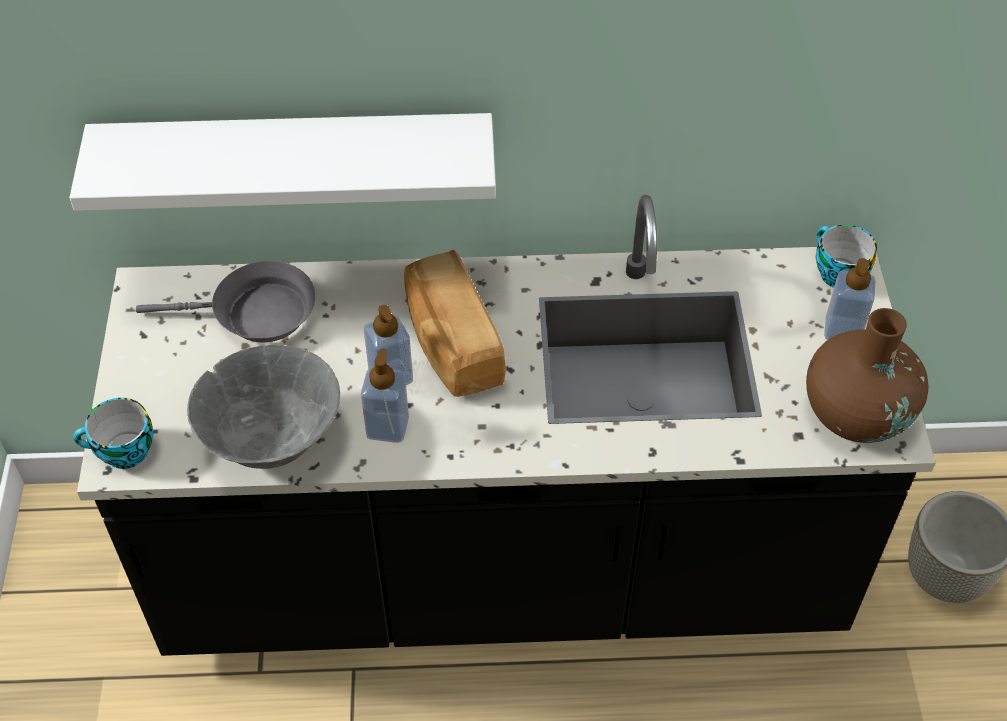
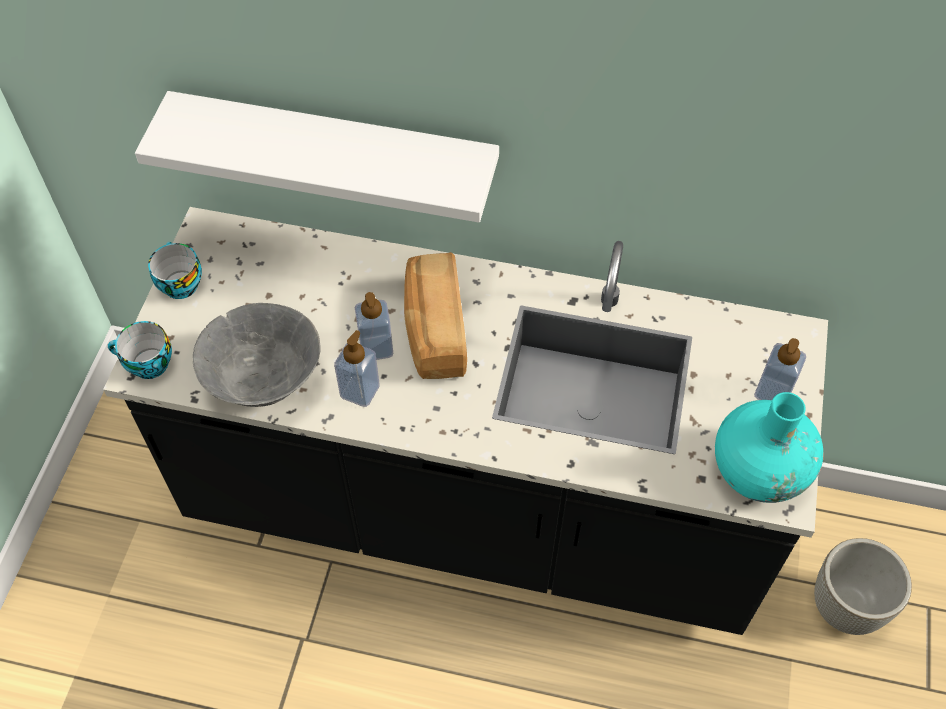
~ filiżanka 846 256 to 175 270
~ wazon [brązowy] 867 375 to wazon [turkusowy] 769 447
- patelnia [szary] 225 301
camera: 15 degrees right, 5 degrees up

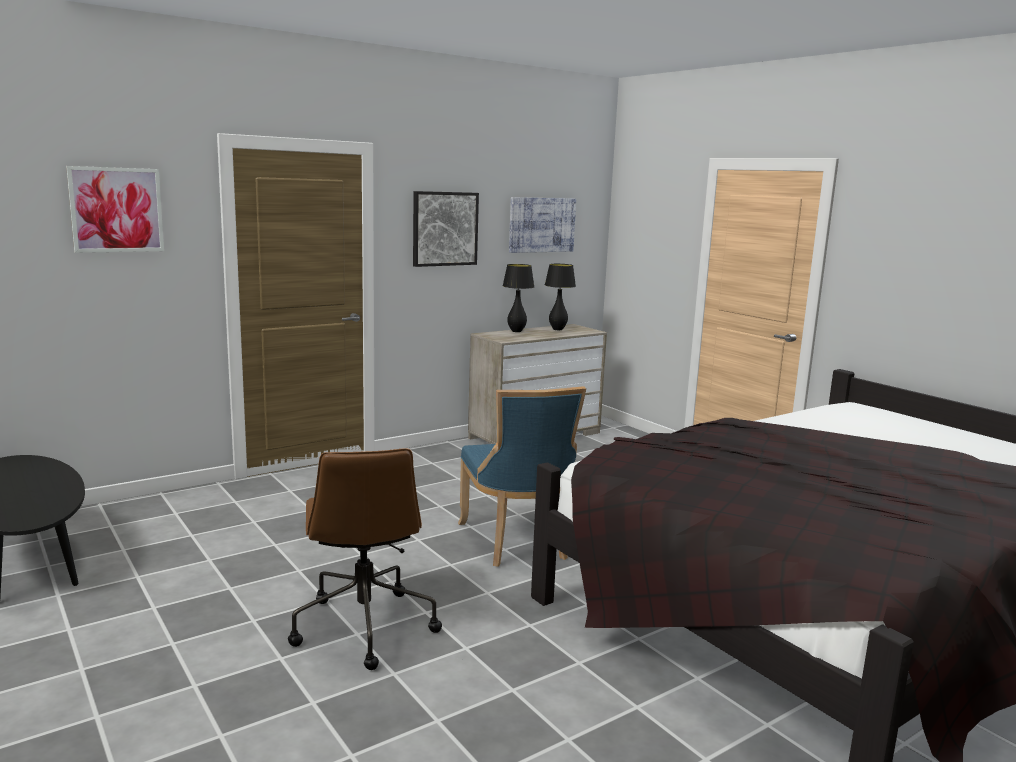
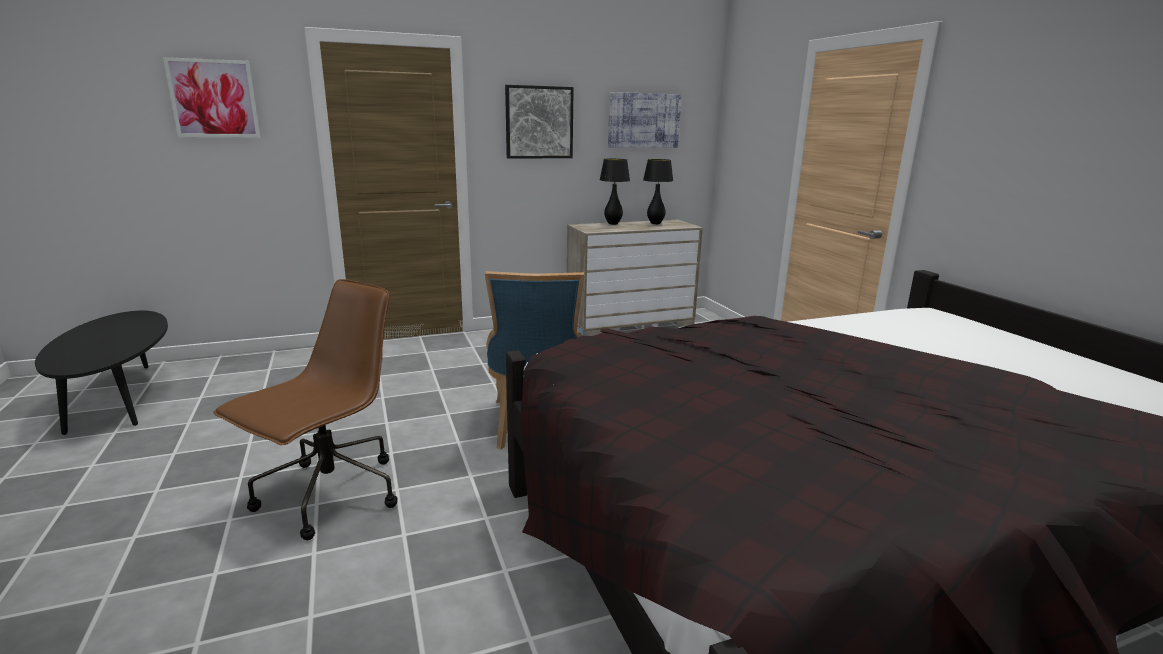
~ krzesło biurowe [brązowy] 365 559 = 305 409 150 degrees counterclockwise
camera: 15 degrees right, 5 degrees up

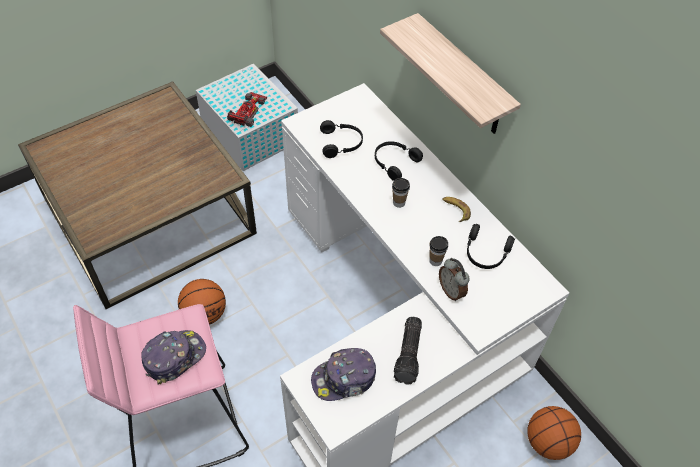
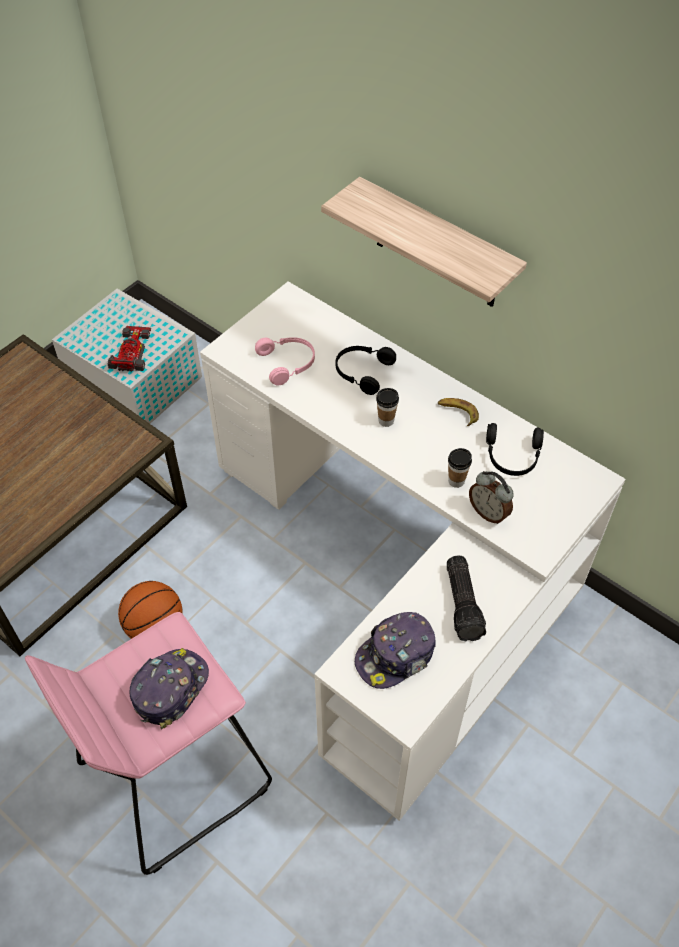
~ słuchawki [czarny] 341 139 to słuchawki [różowy] 285 361
- piłka do koszykówki 554 433
camera: 15 degrees left, 0 degrees up

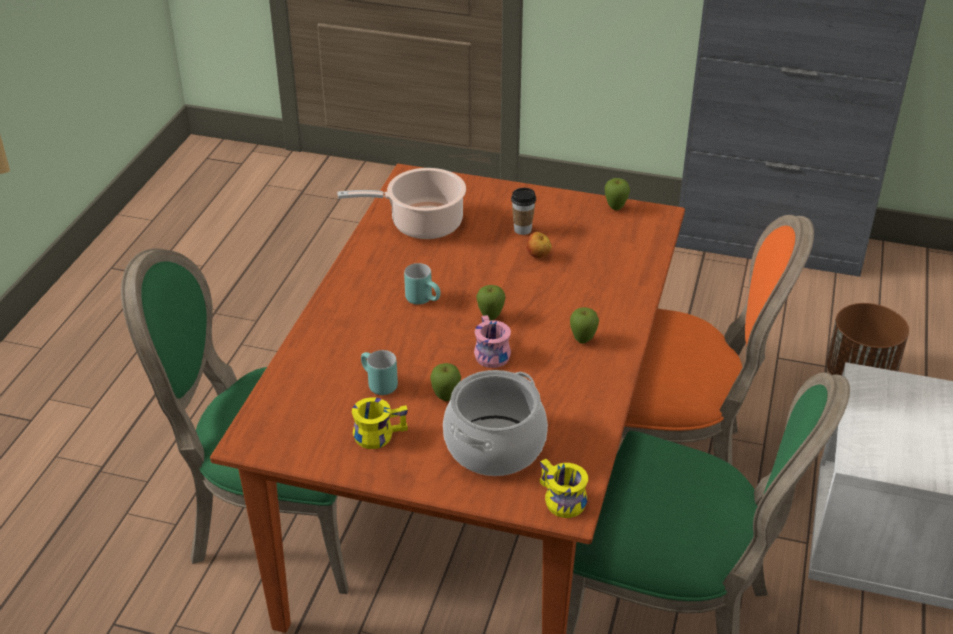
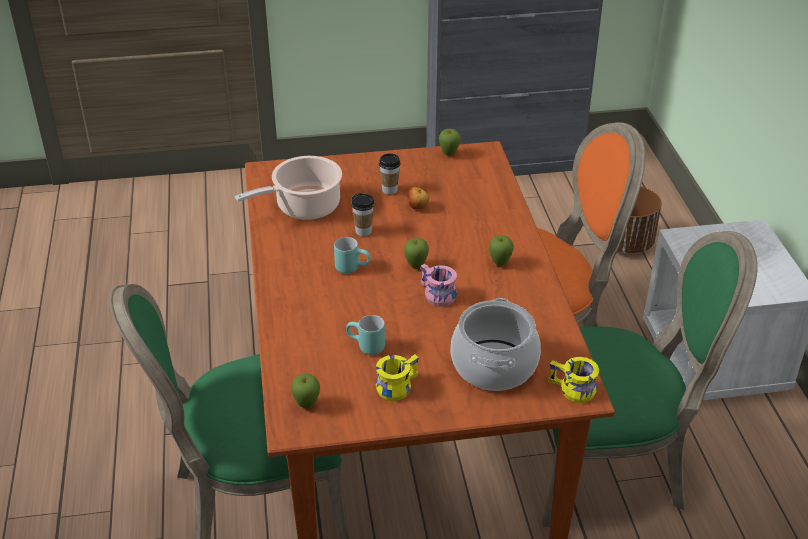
~ jabłko 445 382 to 305 391
+ filiżanka 362 214
camera: 25 degrees left, 0 degrees up

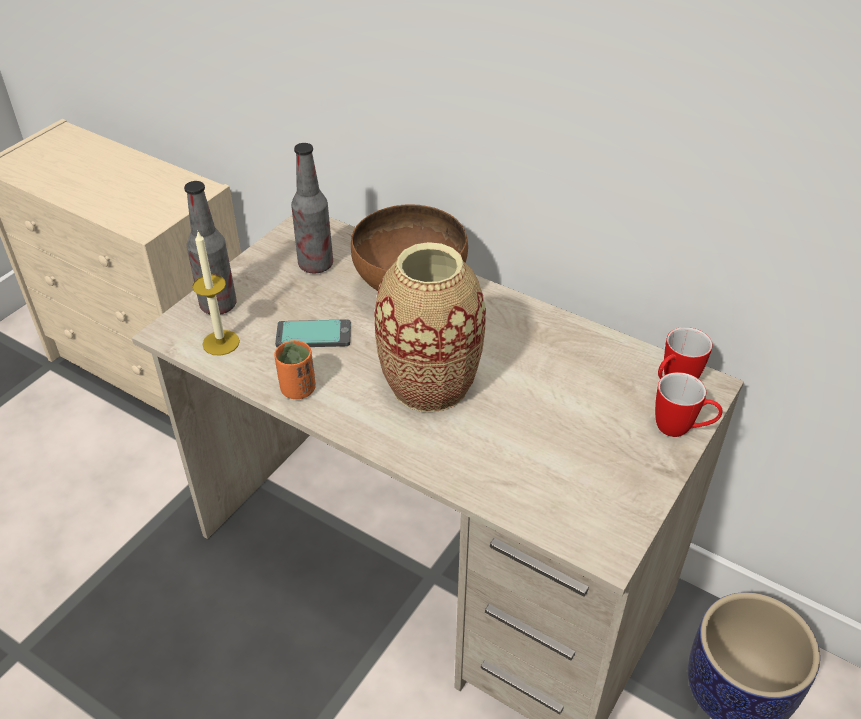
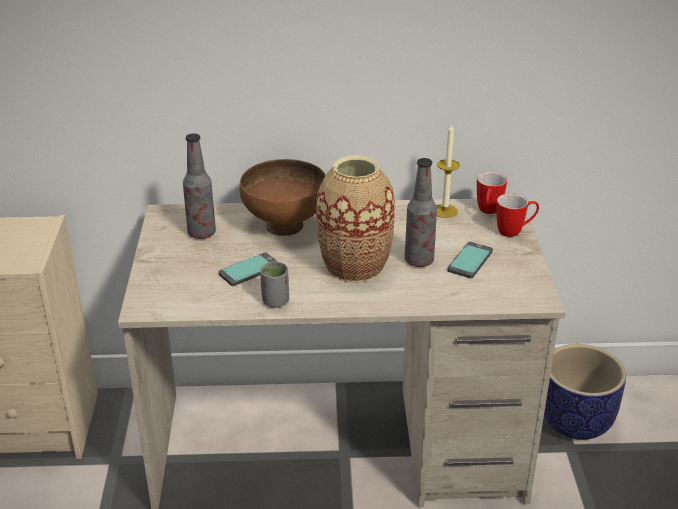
~ filiżanka [pomarańczowy] 295 369 to filiżanka [szary] 274 285
~ butelka 210 248 to 421 212
~ świeca 216 293 to 448 170
+ telefon 470 260
camera: 35 degrees left, 10 degrees down

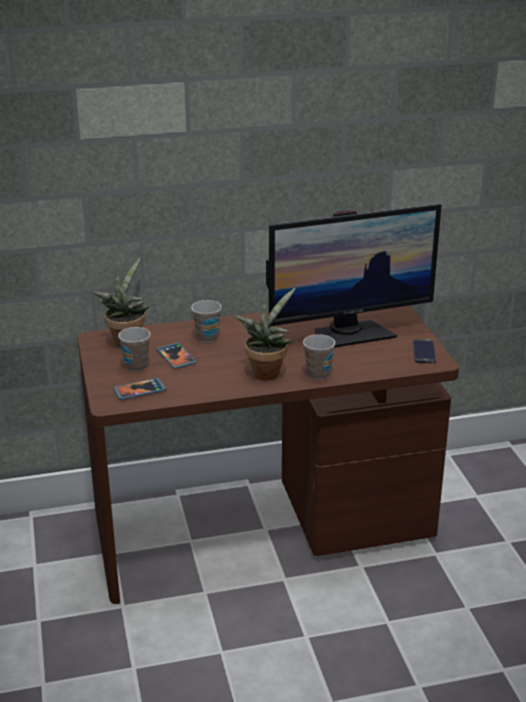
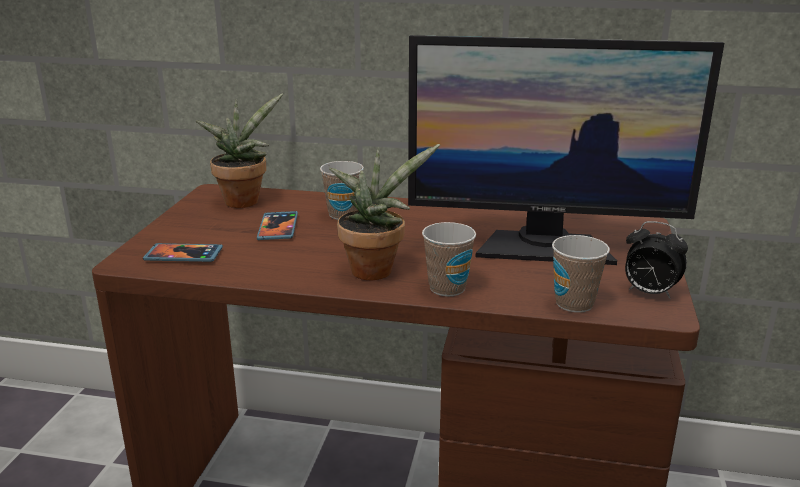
~ filiżanka 134 349 to 581 274
~ telefon 424 351 to budzik 656 260
camera: 25 degrees right, 5 degrees down

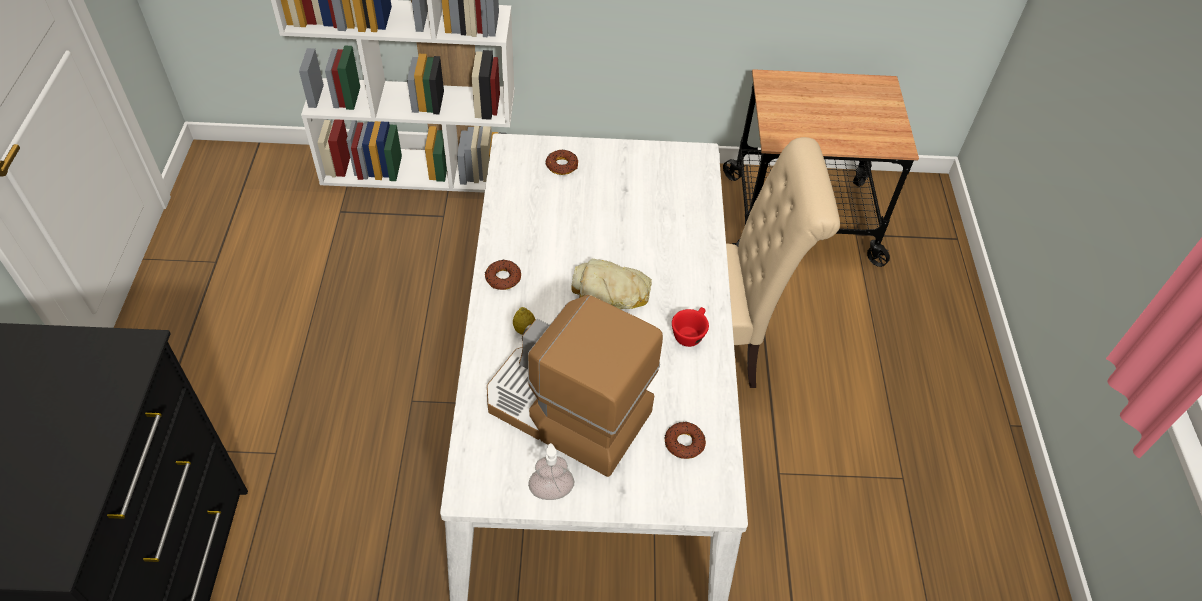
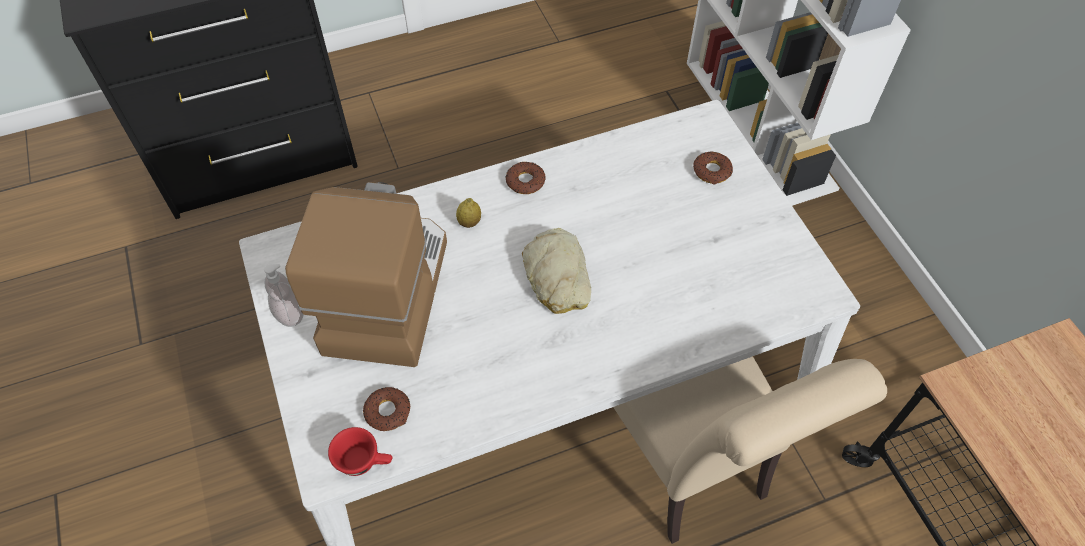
~ filiżanka [czerwony] 690 327 to 360 451
camera: 70 degrees right, 5 degrees up

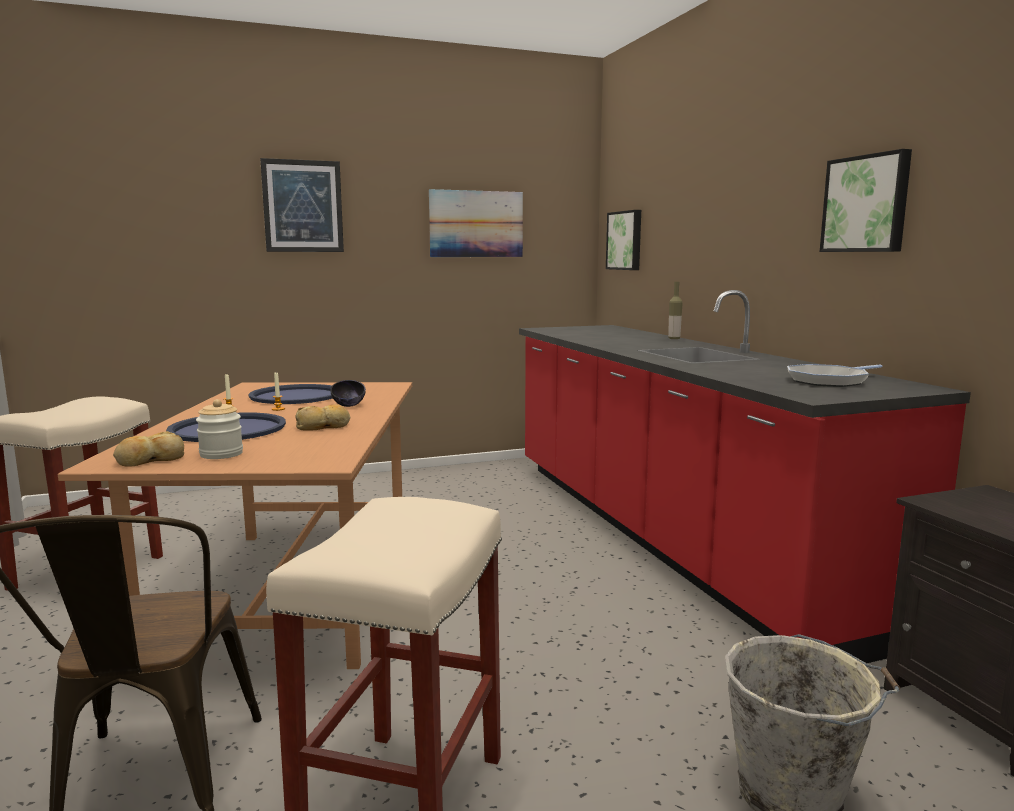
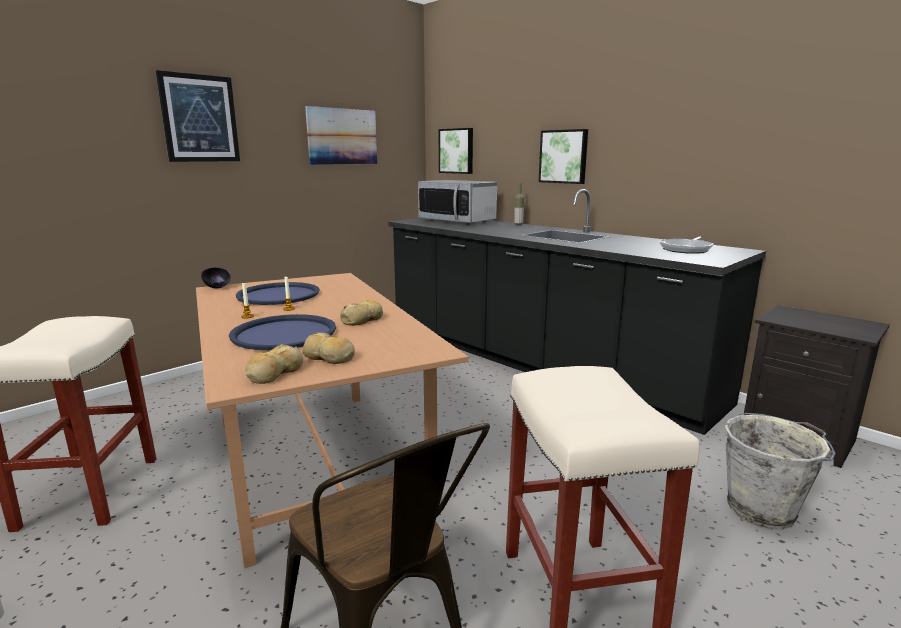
~ miska [czarny] 348 393 to 216 278
~ słoik 219 429 to chleb 328 348
~ zabudowa kuchenna [czerwony] 745 476 to zabudowa kuchenna [czarny] 577 312
+ mikrofalówka 457 202
~ obraz 866 200 to 563 156
camera: 25 degrees left, 5 degrees up

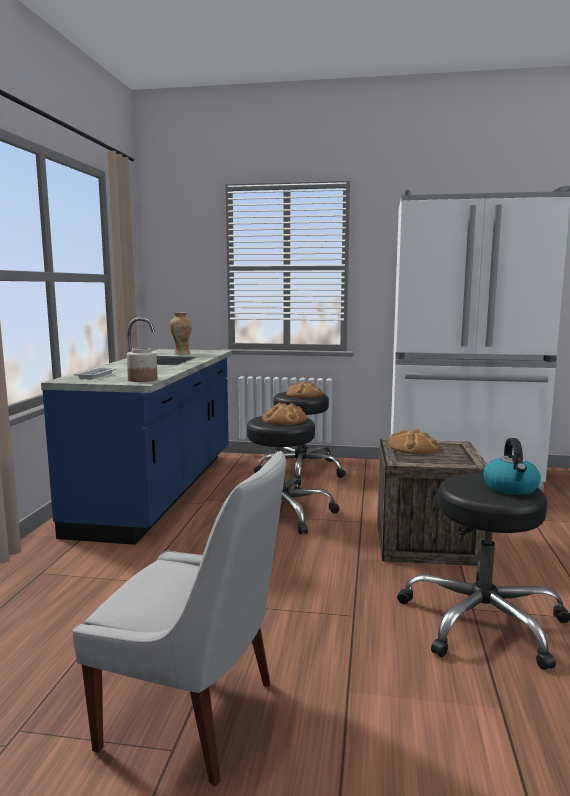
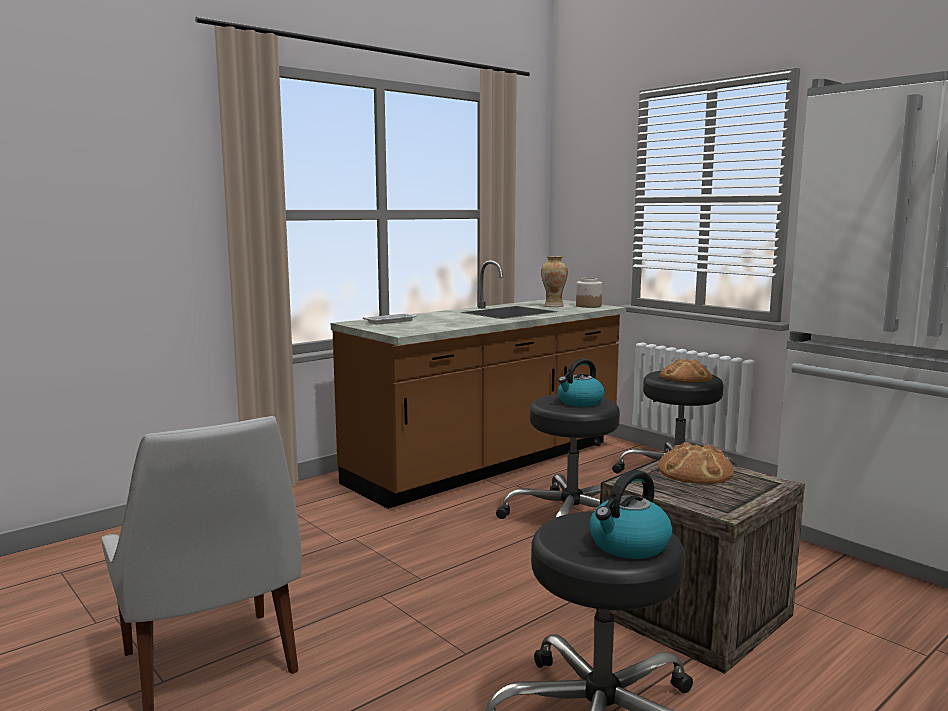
~ zabudowa kuchenna [niebieski] 136 431 to zabudowa kuchenna [brązowy] 478 384
~ chleb 284 414 to czajnik 581 383
~ słoik 142 365 to 589 293
camera: 40 degrees right, 0 degrees up

